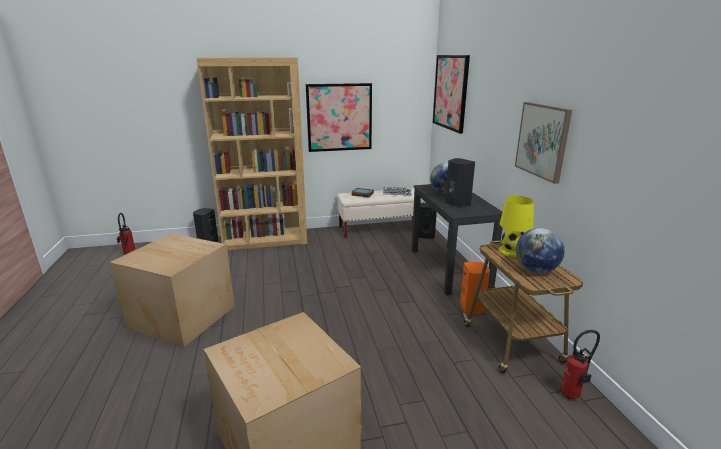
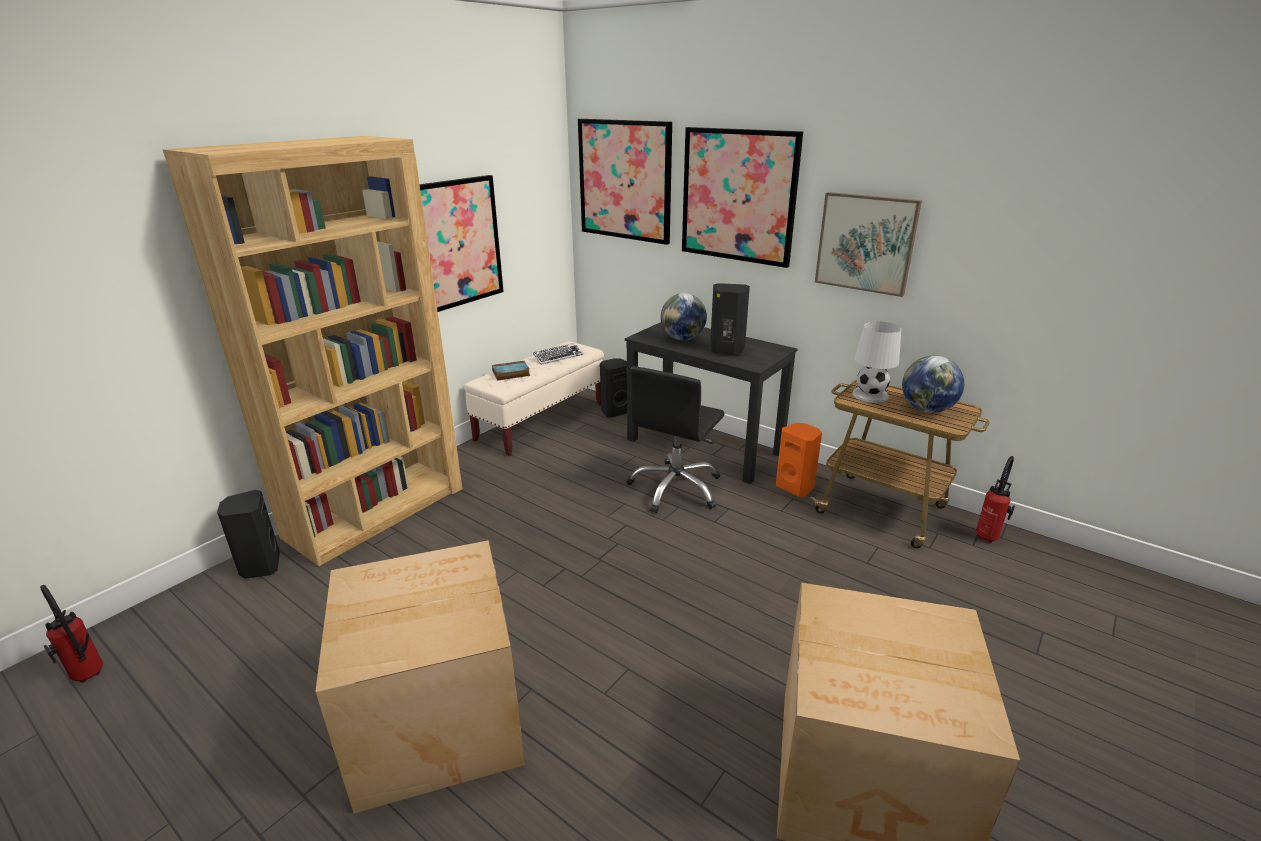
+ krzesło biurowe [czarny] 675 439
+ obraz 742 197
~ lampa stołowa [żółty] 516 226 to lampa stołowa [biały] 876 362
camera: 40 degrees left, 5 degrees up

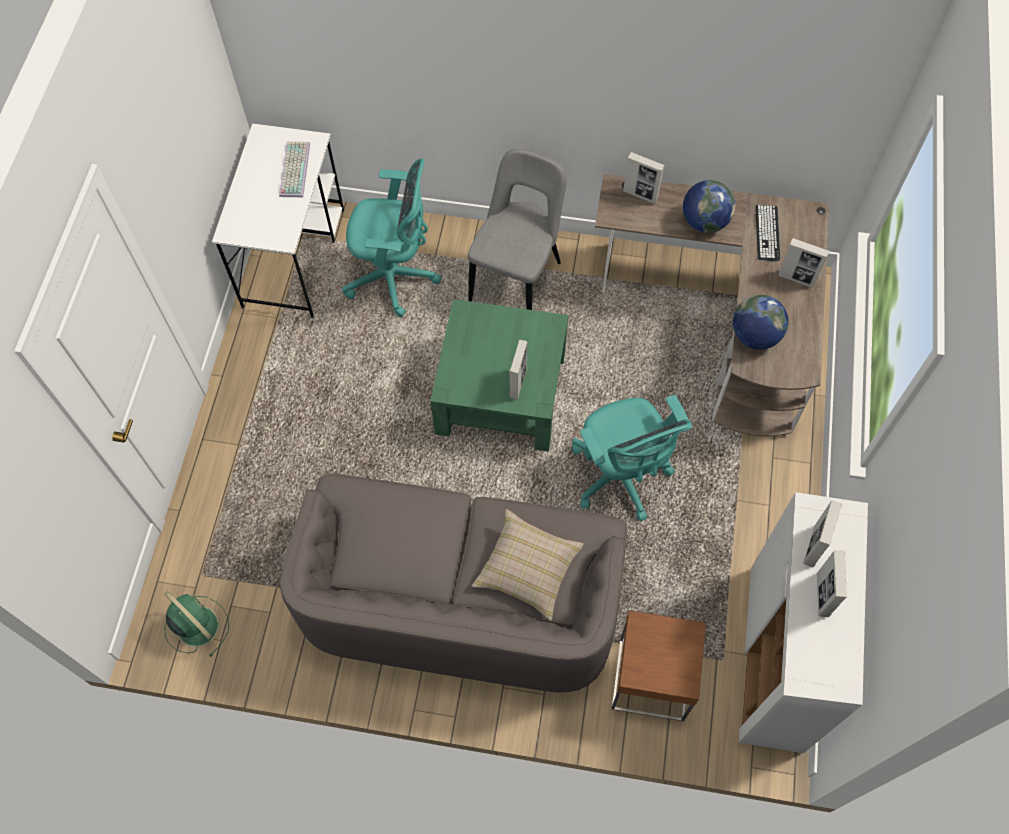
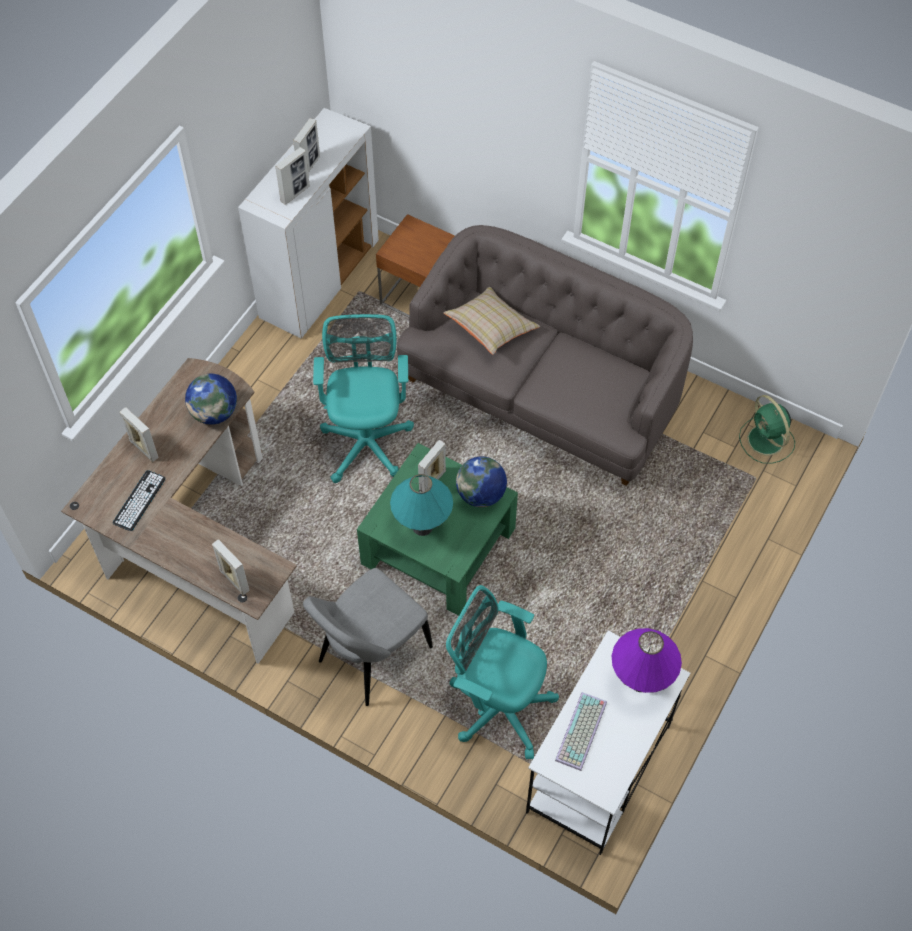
+ lampa stołowa [turkusowy] 421 505
~ globus 709 206 to 481 481
+ lampa stołowa [fioletowy] 647 660
camera: 160 degrees left, 5 degrees down

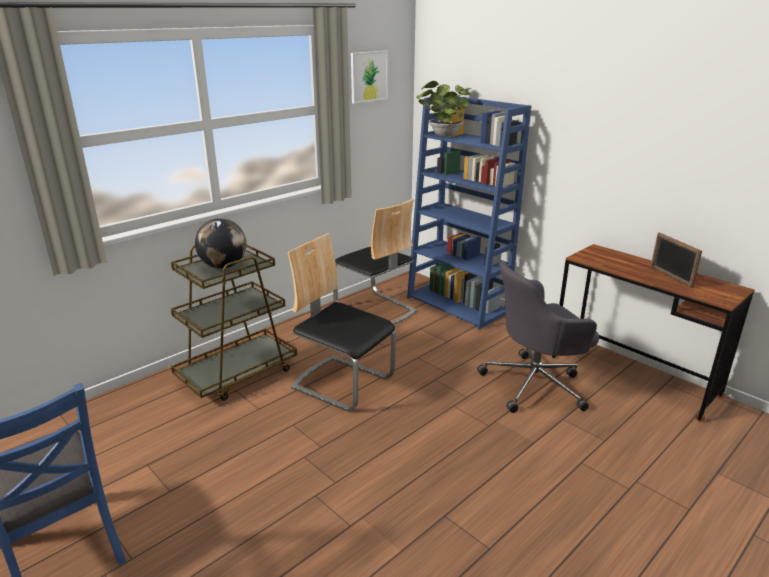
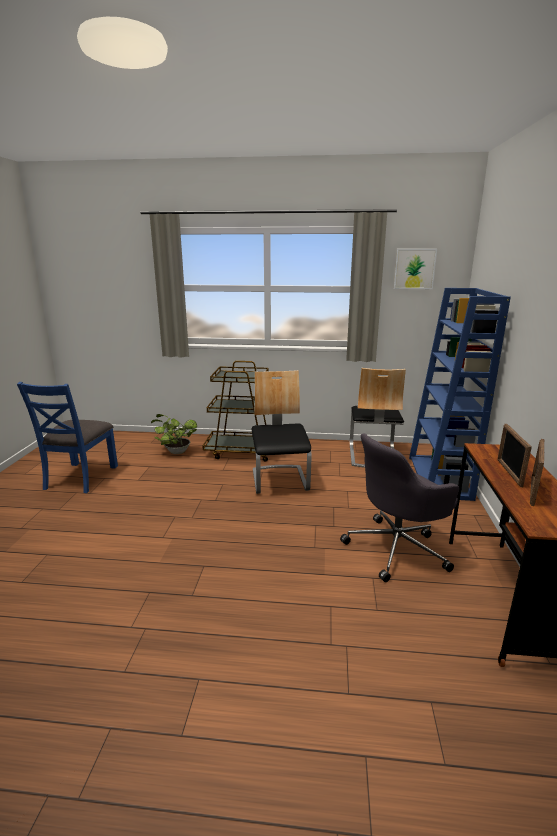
~ roślina doniczkowa 443 108 to 174 434
~ krzesło biurowe [szary] 538 337 = 399 507 60 degrees counterclockwise
+ ramka na zdjęcie 514 455
- globus 220 243
camera: 50 degrees right, 5 degrees down

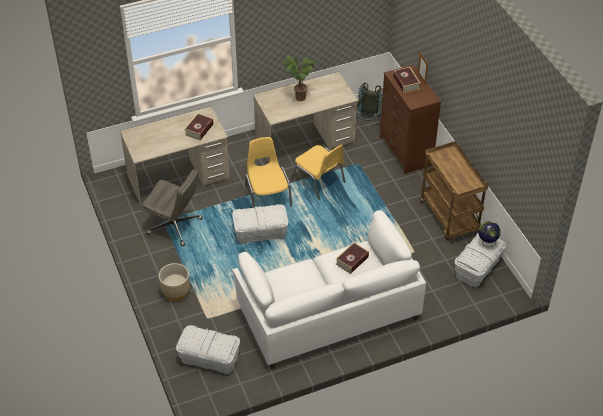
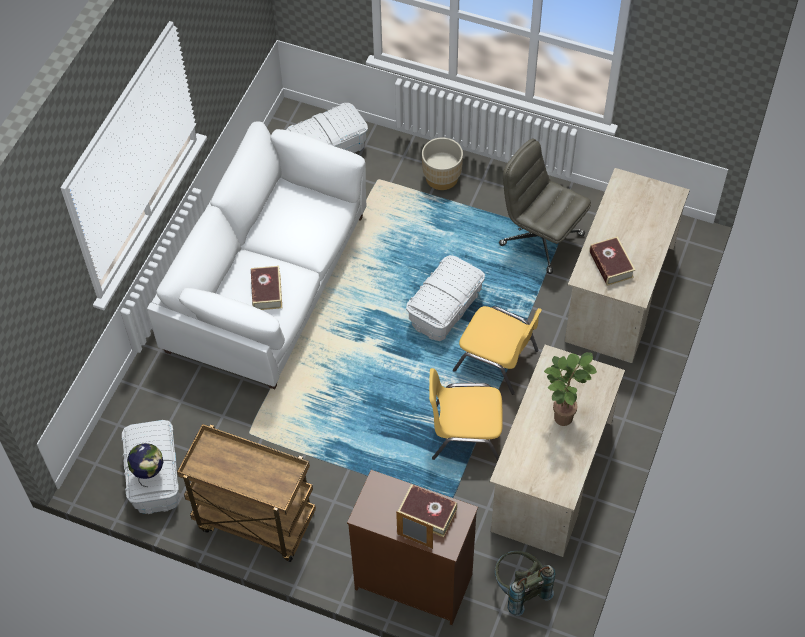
~ krzesło biurowe [szary] 172 207 = 545 206 60 degrees clockwise
camera: 135 degrees right, 10 degrees up

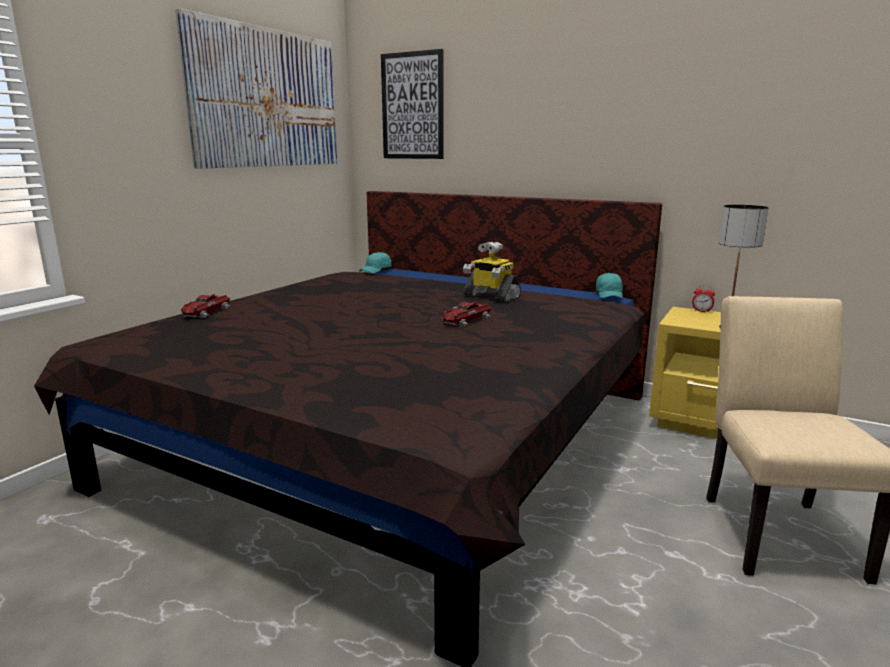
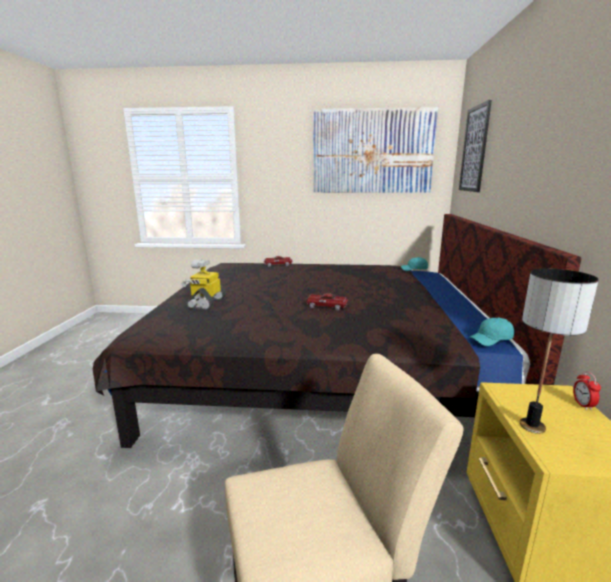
~ robot zabawkowy 492 272 to 203 284
camera: 65 degrees right, 0 degrees up

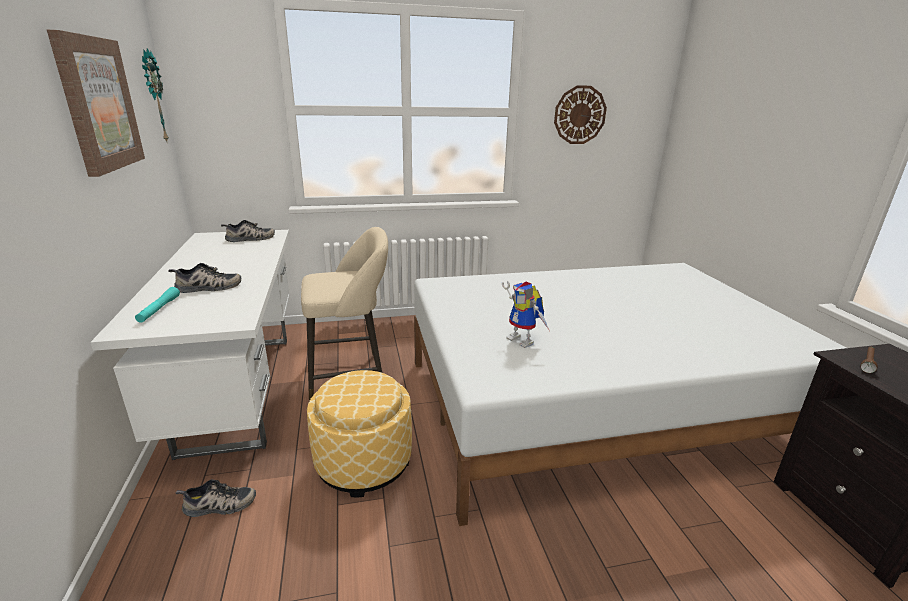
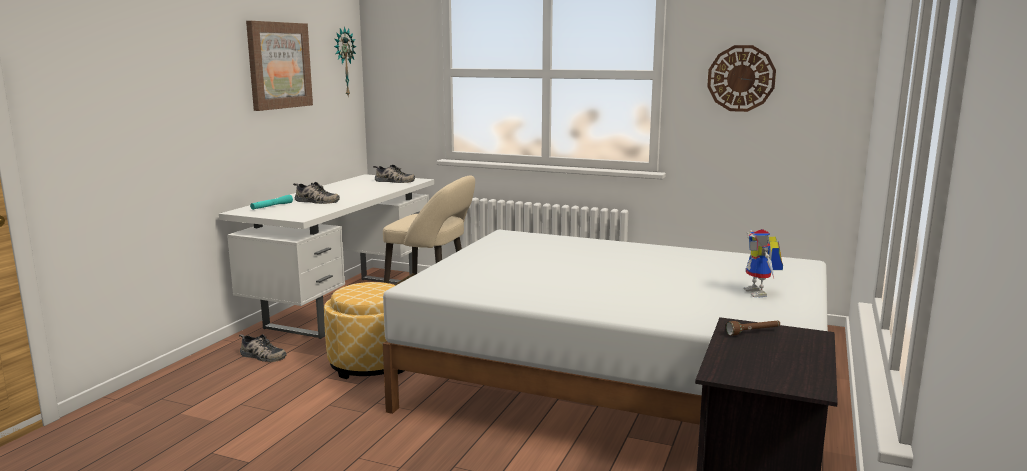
~ robot zabawkowy 526 314 to 763 263
camera: 35 degrees right, 10 degrees down

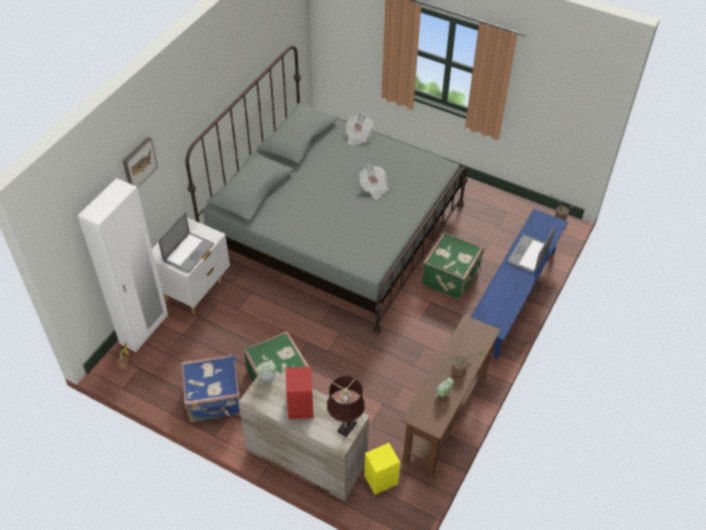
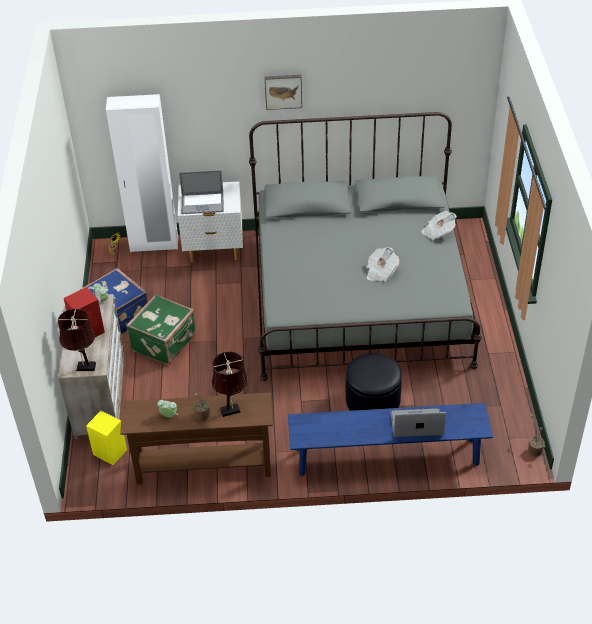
+ lampa stołowa [brązowy] 230 384
~ obraz 140 162 to 283 92
~ walizka [zielony] 452 265 to pufa [czarny] 374 382
camera: 60 degrees right, 5 degrees down

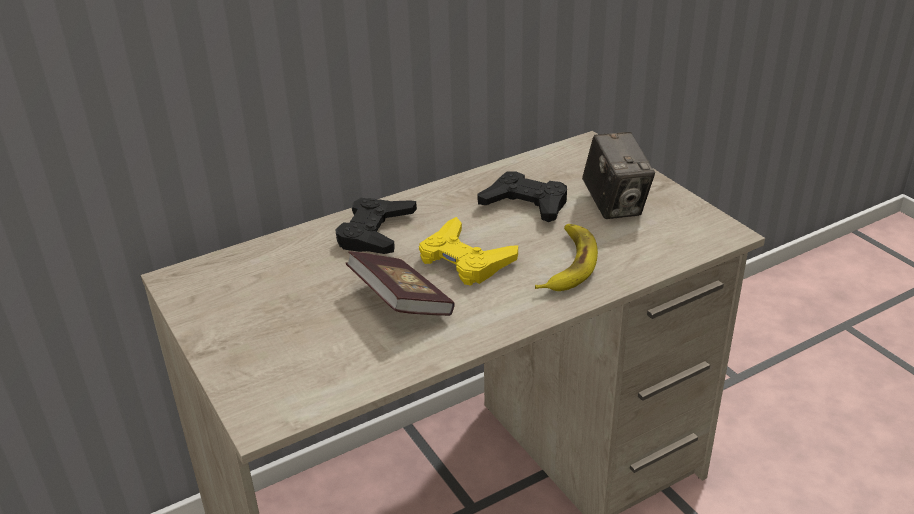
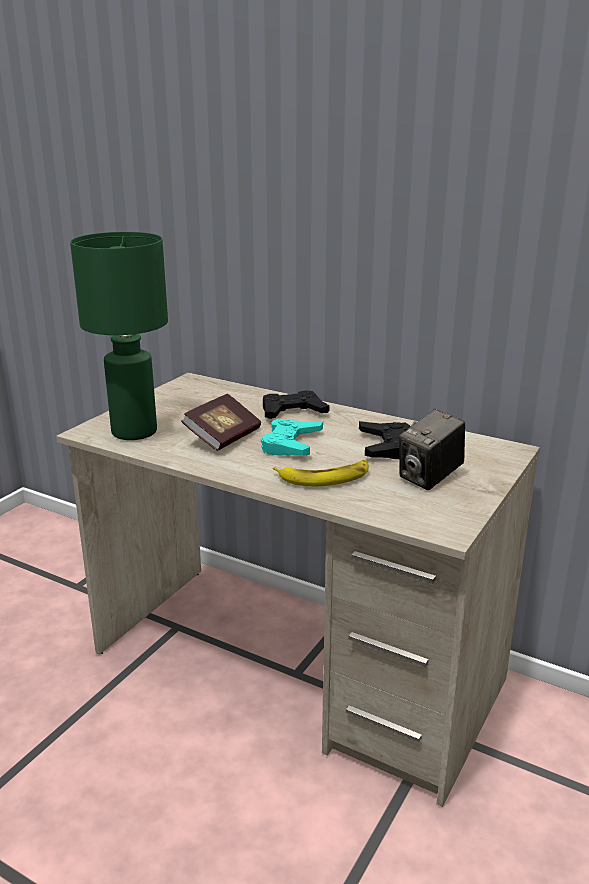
+ lampa stołowa [zielony] 119 336
~ pad do gier [żółty] 468 251 to pad do gier [turkusowy] 292 437
camera: 60 degrees right, 10 degrees down

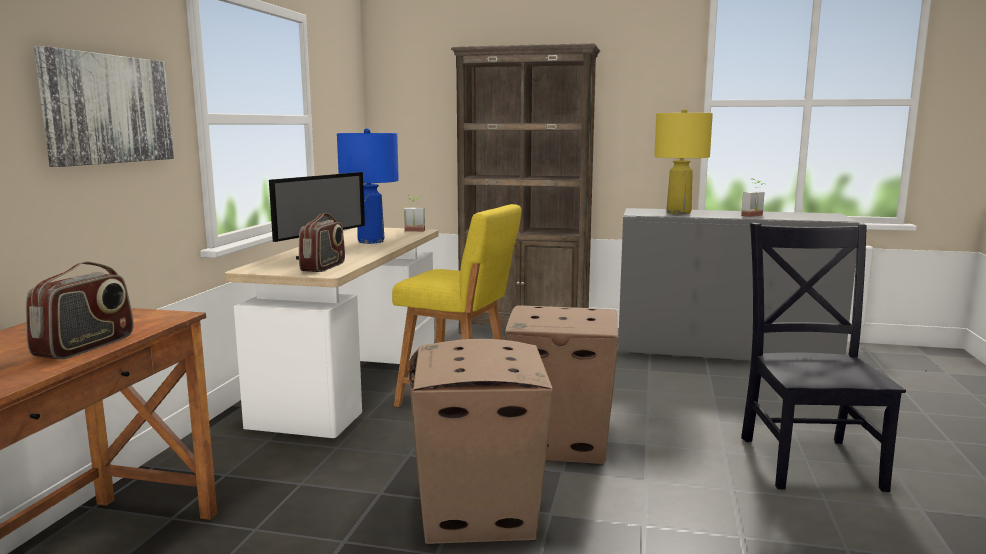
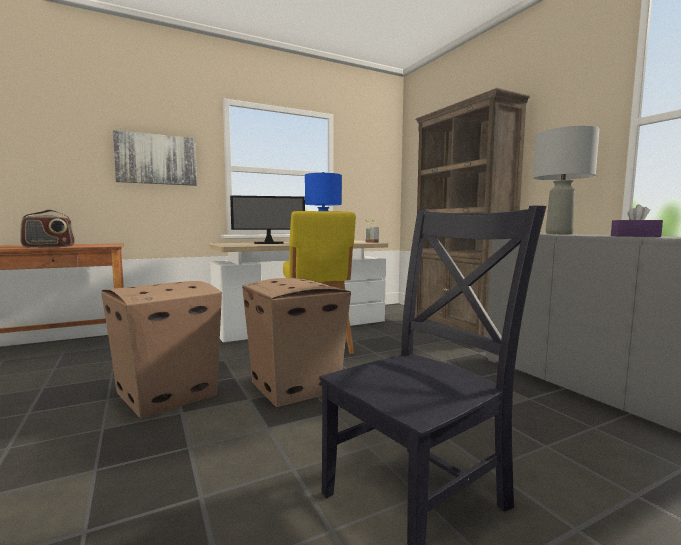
~ lampa stołowa [żółty] 683 161 to lampa stołowa [szary] 566 180
~ roślina doniczkowa 753 198 to pudełko chusteczek [fioletowy] 637 220
- radio 322 242
camera: 50 degrees right, 5 degrees down

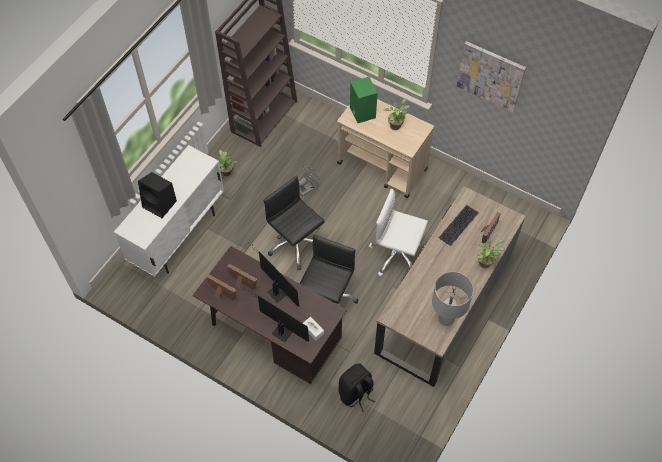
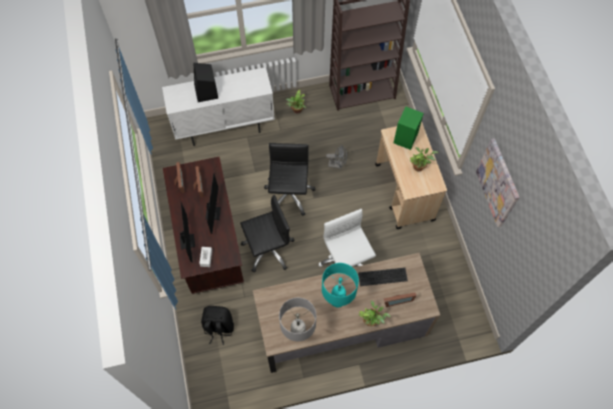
+ lampa stołowa [turkusowy] 340 285
camera: 45 degrees right, 5 degrees up

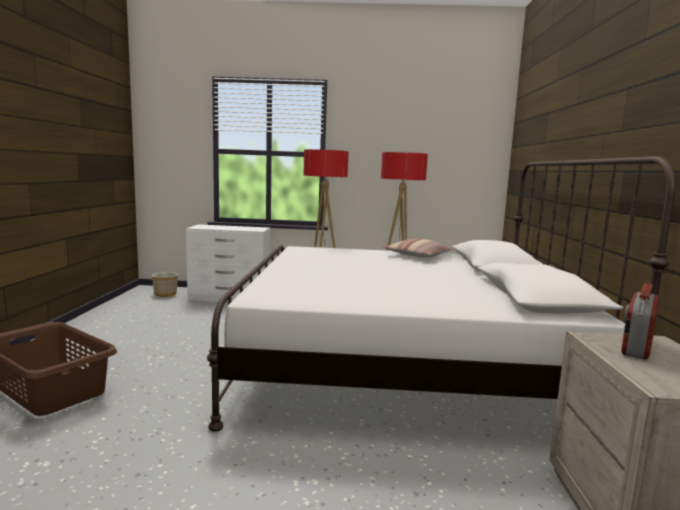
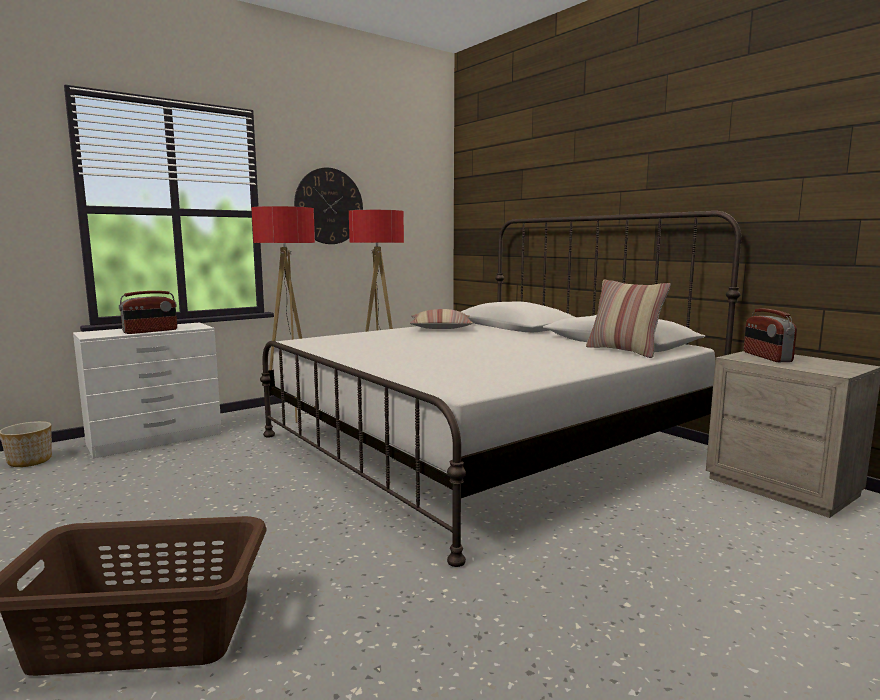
+ radio 148 312
+ zegar ścienny 328 206
+ poduszka 628 319
camera: 40 degrees left, 0 degrees up

